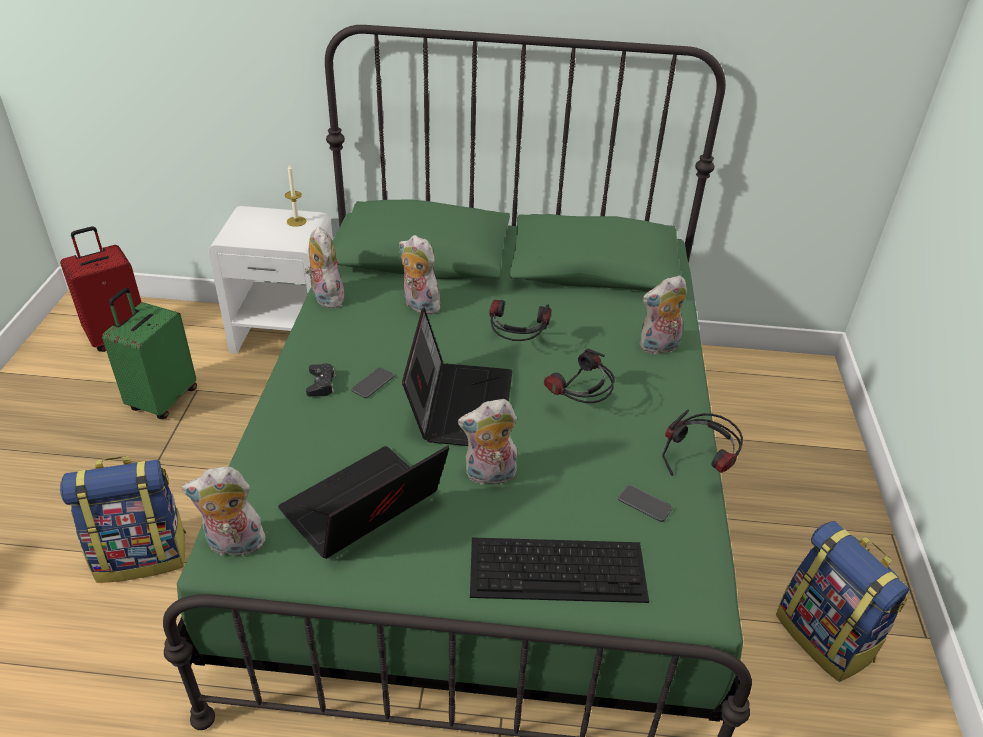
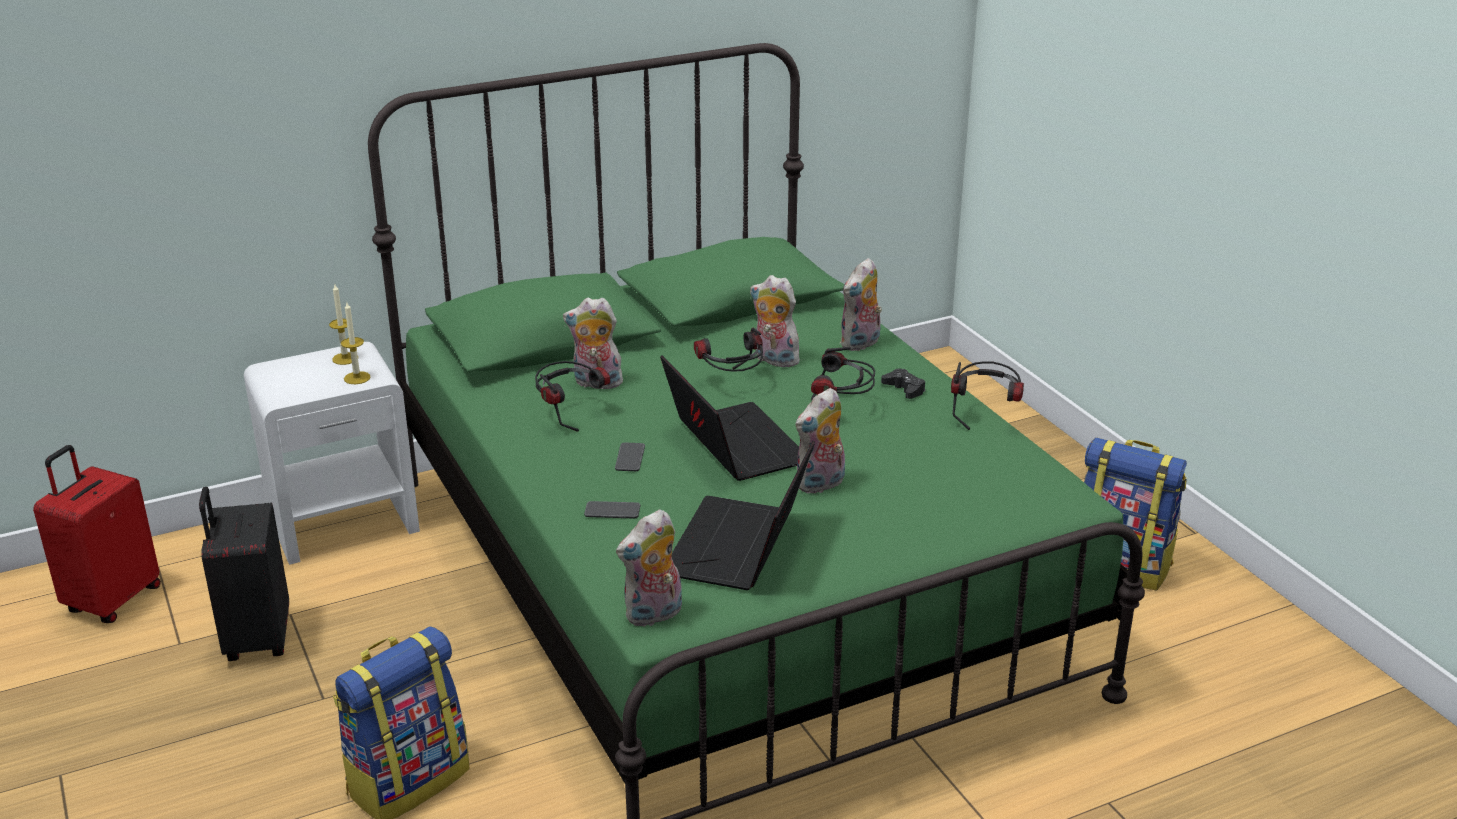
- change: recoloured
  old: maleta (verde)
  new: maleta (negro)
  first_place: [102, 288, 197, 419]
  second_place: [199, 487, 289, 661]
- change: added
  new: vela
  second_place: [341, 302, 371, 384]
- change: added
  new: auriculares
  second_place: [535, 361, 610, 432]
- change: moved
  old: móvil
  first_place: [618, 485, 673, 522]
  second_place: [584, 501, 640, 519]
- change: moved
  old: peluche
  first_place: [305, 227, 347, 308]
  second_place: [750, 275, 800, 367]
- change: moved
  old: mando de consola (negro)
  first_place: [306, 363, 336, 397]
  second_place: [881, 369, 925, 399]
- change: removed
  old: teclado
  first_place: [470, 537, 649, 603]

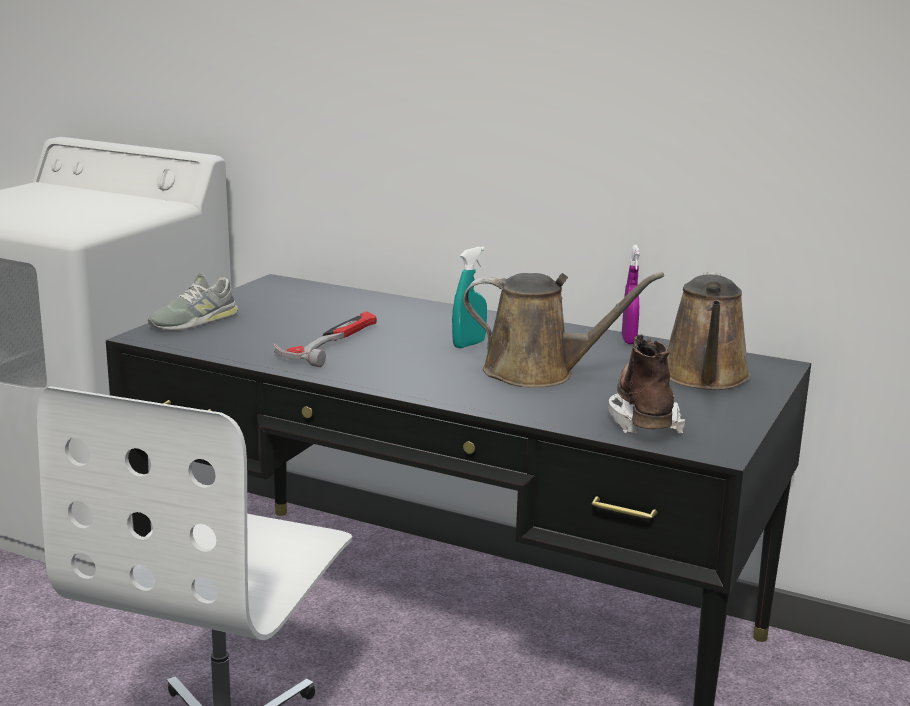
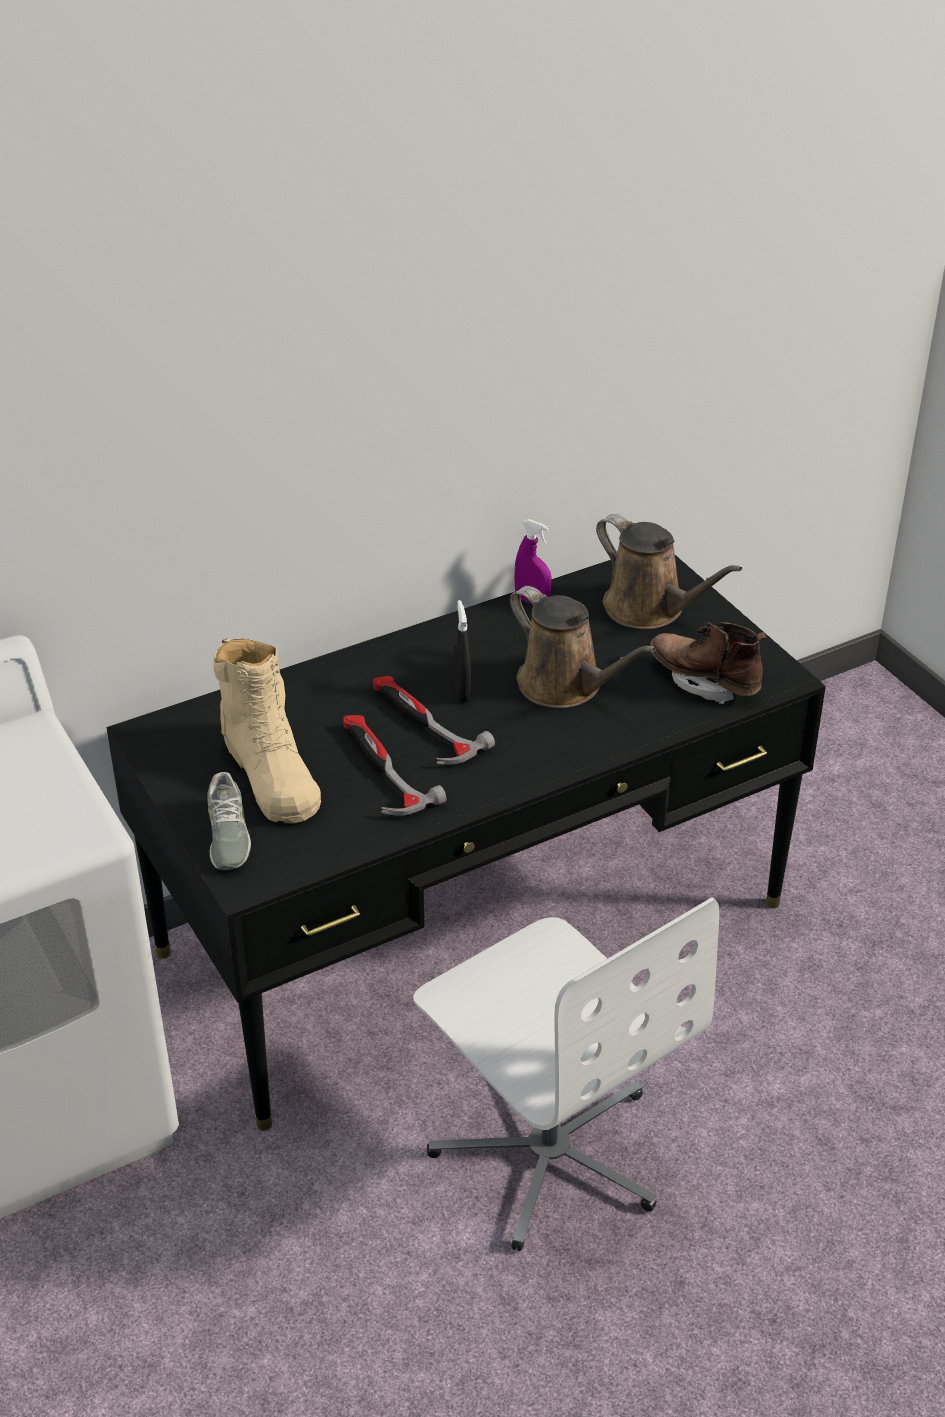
- change: added
  new: bota (beis)
  second_place: [213, 638, 321, 823]
- change: added
  new: martillo
  second_place: [373, 676, 495, 765]
- change: recoloured
  old: pulverizador (turquesa)
  new: pulverizador (negro)
  first_place: [452, 247, 487, 348]
  second_place: [454, 600, 471, 702]
- change: turned
  old: regadera (marrón)
  first_place: [463, 272, 664, 388]
  second_place: [510, 586, 656, 708]
  degrees: 90

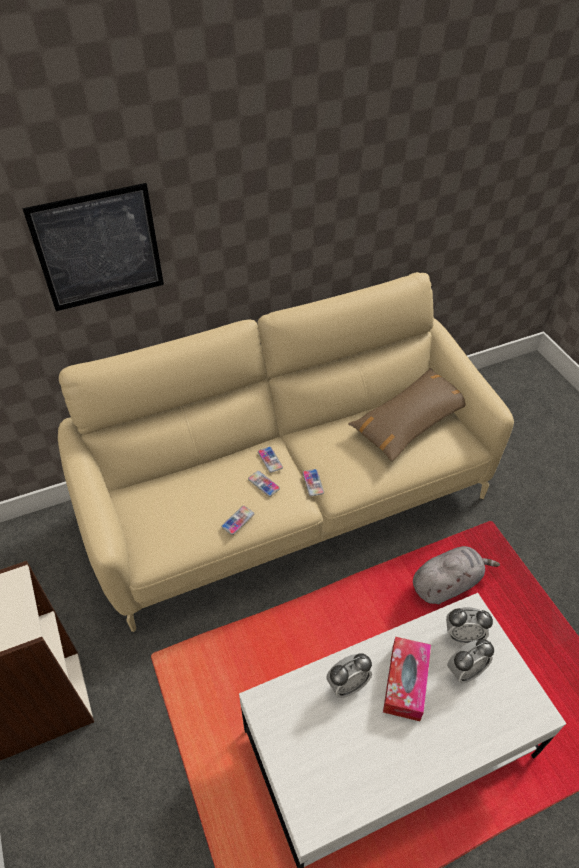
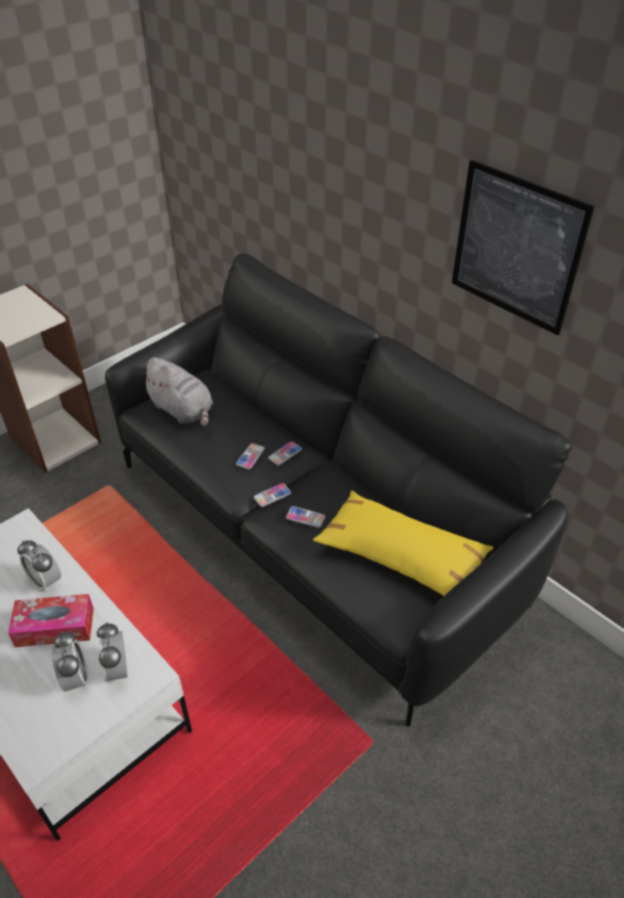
- change: turned
  old: despertador
  first_place: [447, 639, 494, 684]
  second_place: [52, 631, 89, 692]
  degrees: -150
- change: recoloured
  old: sofá (beis)
  new: sofá (negro)
  first_place: [58, 272, 514, 632]
  second_place: [105, 253, 572, 726]
- change: moved
  old: peluche (gris)
  first_place: [413, 546, 500, 604]
  second_place: [140, 357, 213, 426]
- change: moved
  old: móvil
  first_place: [221, 506, 254, 535]
  second_place: [286, 506, 326, 528]
- change: recoloured
  old: cojín (marrón)
  new: cojín (amarillo)
  first_place: [348, 368, 466, 462]
  second_place: [313, 491, 494, 596]
- change: moved
  old: cuadro
  first_place: [22, 183, 164, 311]
  second_place: [452, 160, 595, 336]

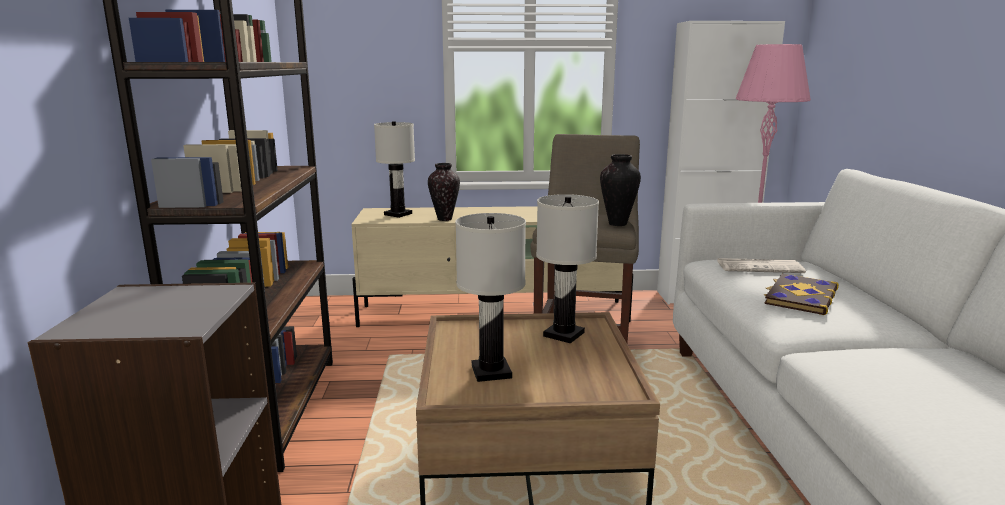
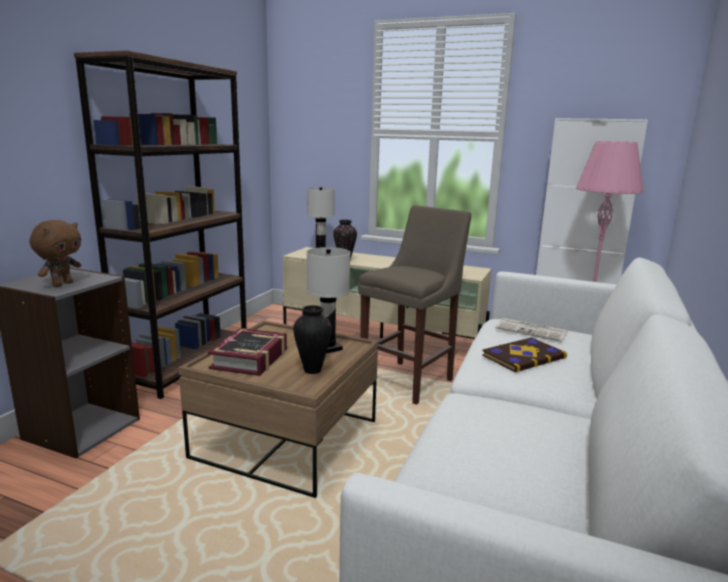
- change: added
  new: peluche (marrón)
  second_place: [30, 220, 81, 287]
- change: replaced
  old: lámpara de mesa (blanco)
  new: libro
  first_place: [455, 213, 526, 382]
  second_place: [208, 328, 287, 376]
- change: moved
  old: florero
  first_place: [600, 154, 641, 226]
  second_place: [293, 305, 332, 374]

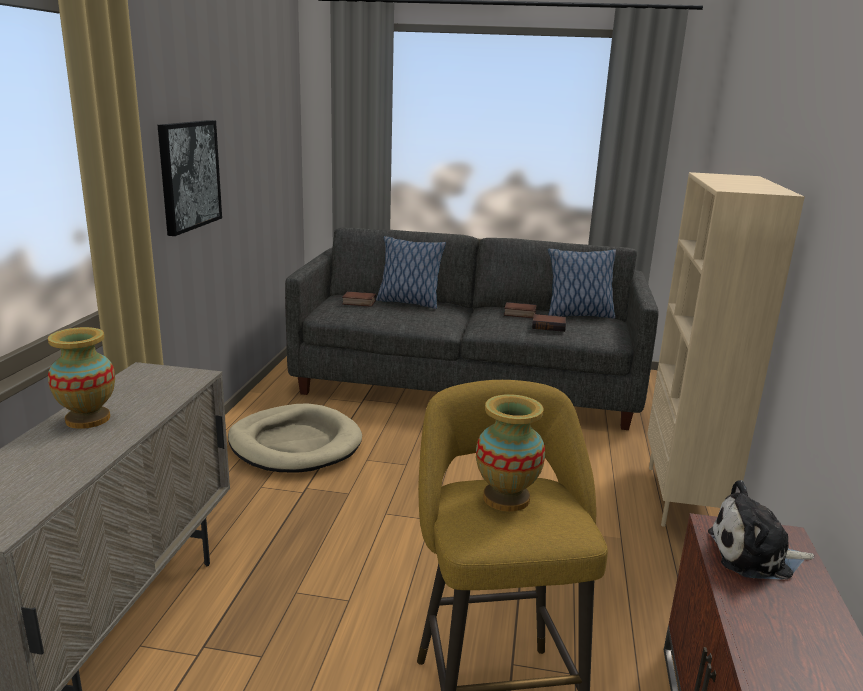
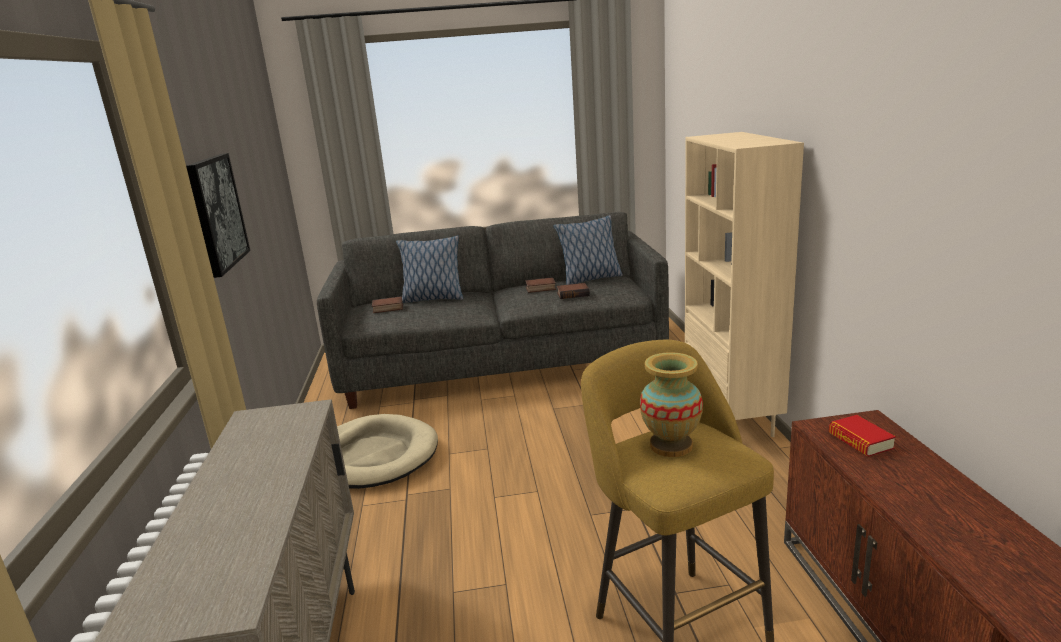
- change: replaced
  old: peluche
  new: libro
  first_place: [708, 480, 814, 579]
  second_place: [829, 415, 896, 457]
- change: removed
  old: florero
  first_place: [48, 327, 115, 429]

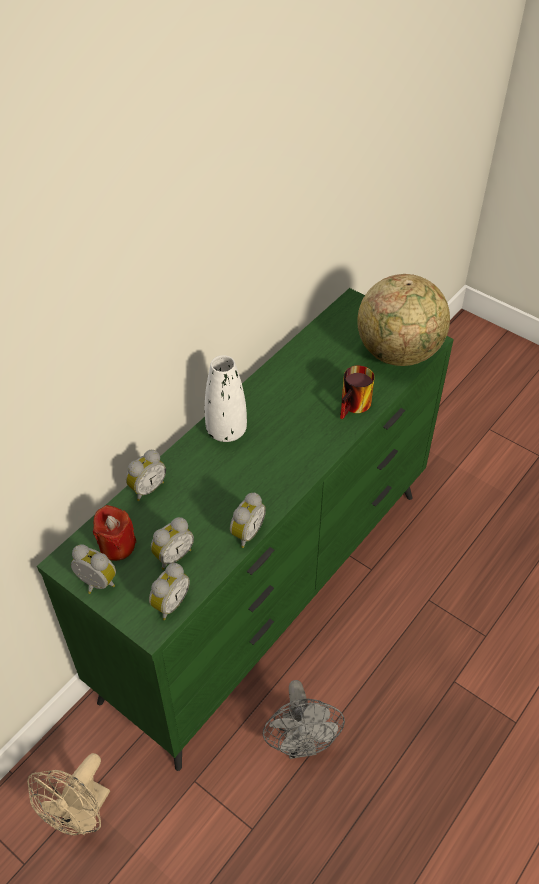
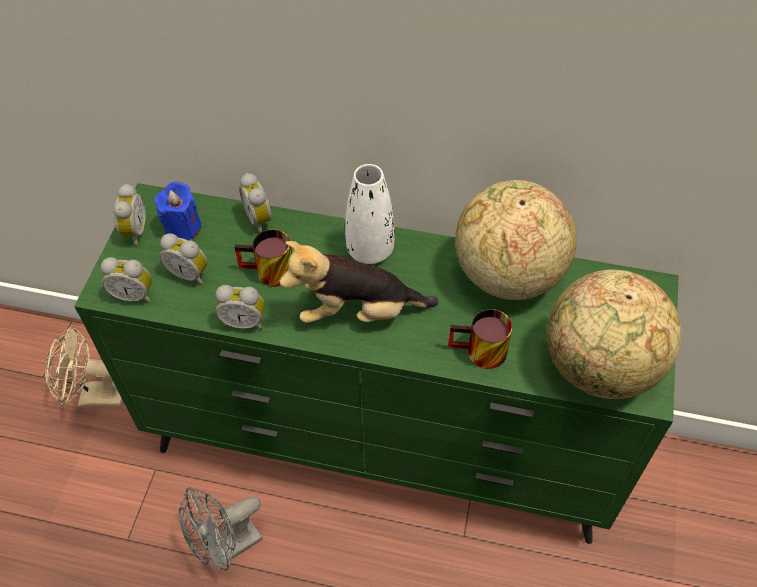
- change: recoloured
  old: vela (rojo)
  new: vela (azul)
  first_place: [93, 505, 136, 561]
  second_place: [154, 182, 201, 240]
- change: added
  new: taza grande
  second_place: [235, 229, 292, 287]
- change: turned
  old: despertador
  first_place: [126, 450, 166, 501]
  second_place: [239, 173, 273, 233]
  degrees: 45
- change: added
  new: peluche
  second_place: [279, 241, 439, 323]
- change: added
  new: globo terráqueo
  second_place: [455, 180, 577, 300]

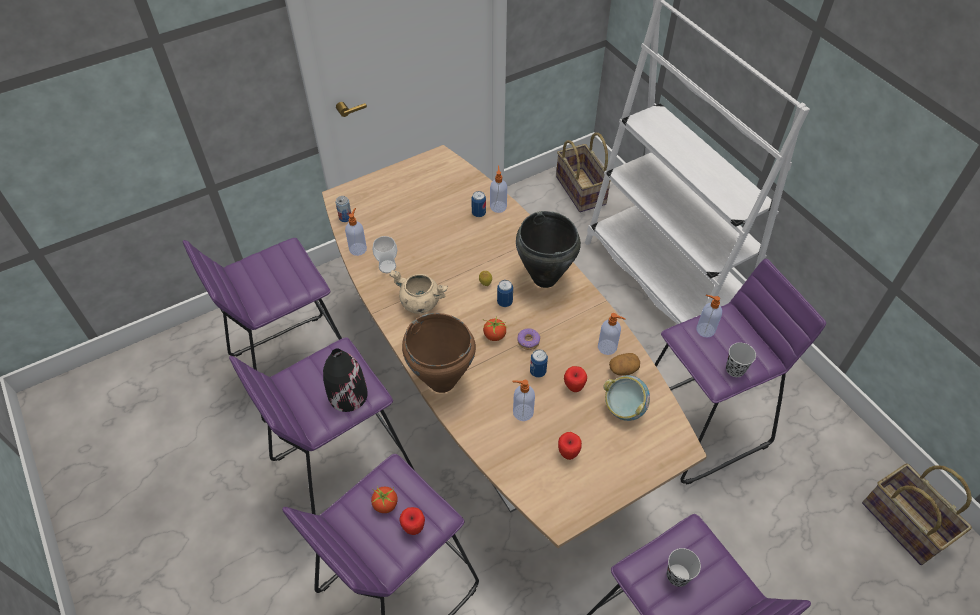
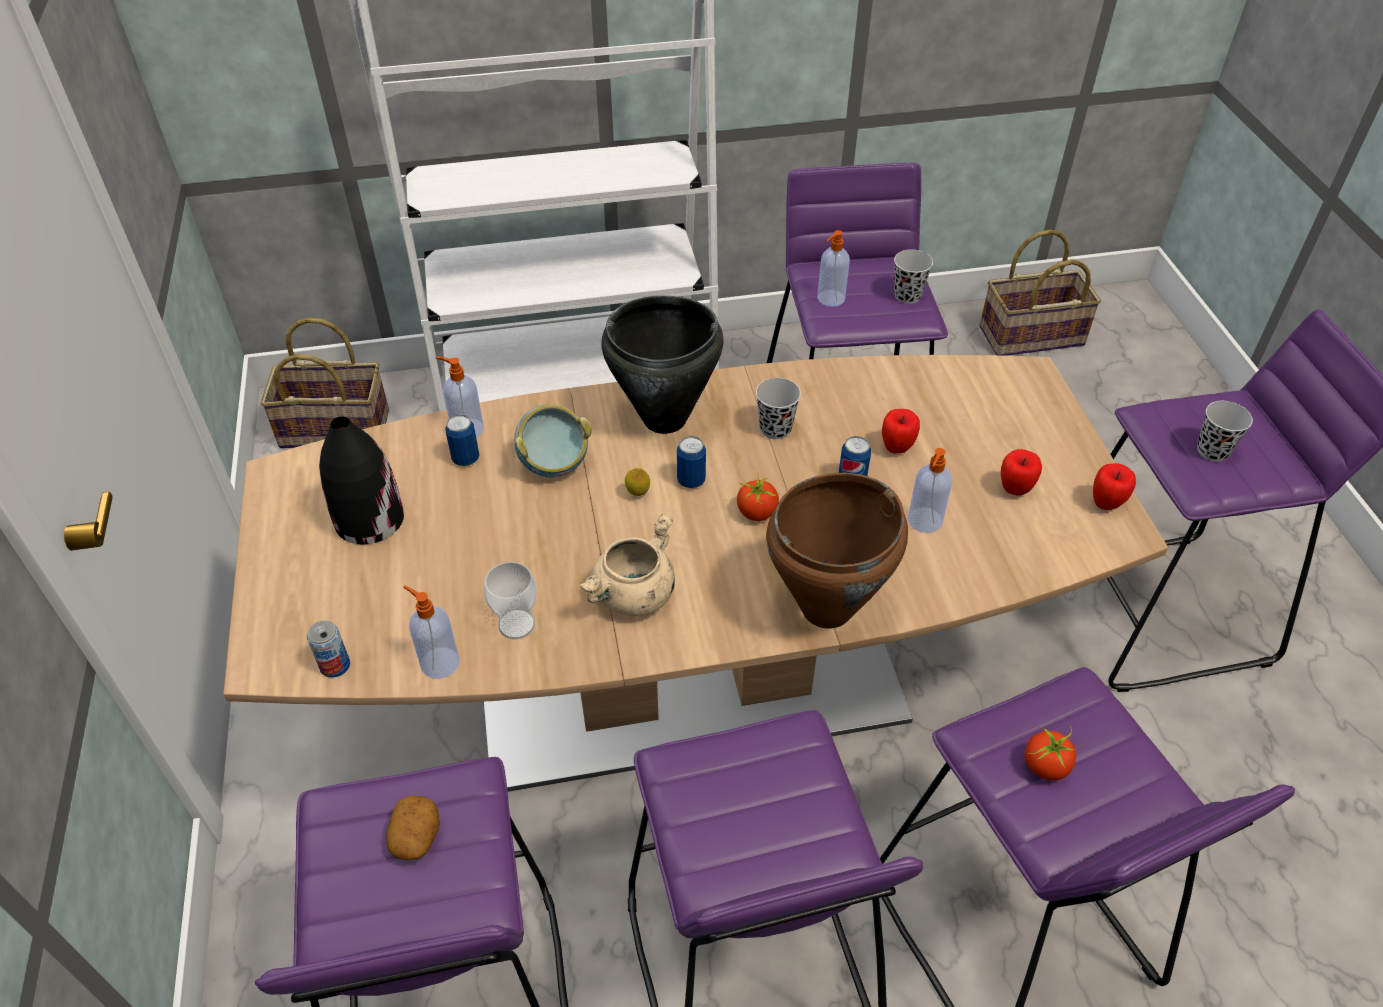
- change: moved
  old: florero (negro)
  first_place: [323, 348, 368, 412]
  second_place: [319, 417, 404, 544]
- change: moved
  old: patata
  first_place: [609, 353, 640, 376]
  second_place: [386, 796, 440, 861]
- change: moved
  old: cuenco
  first_place: [603, 375, 650, 421]
  second_place: [514, 404, 592, 477]
- change: added
  new: taza (negro)
  second_place: [756, 378, 801, 439]
- change: moved
  old: manzana
  first_place: [399, 507, 425, 535]
  second_place: [1093, 463, 1136, 510]
- change: removed
  old: rosquilla
  first_place: [517, 328, 540, 350]
- change: removed
  old: dispensador de jabón
  first_place: [598, 313, 626, 355]

